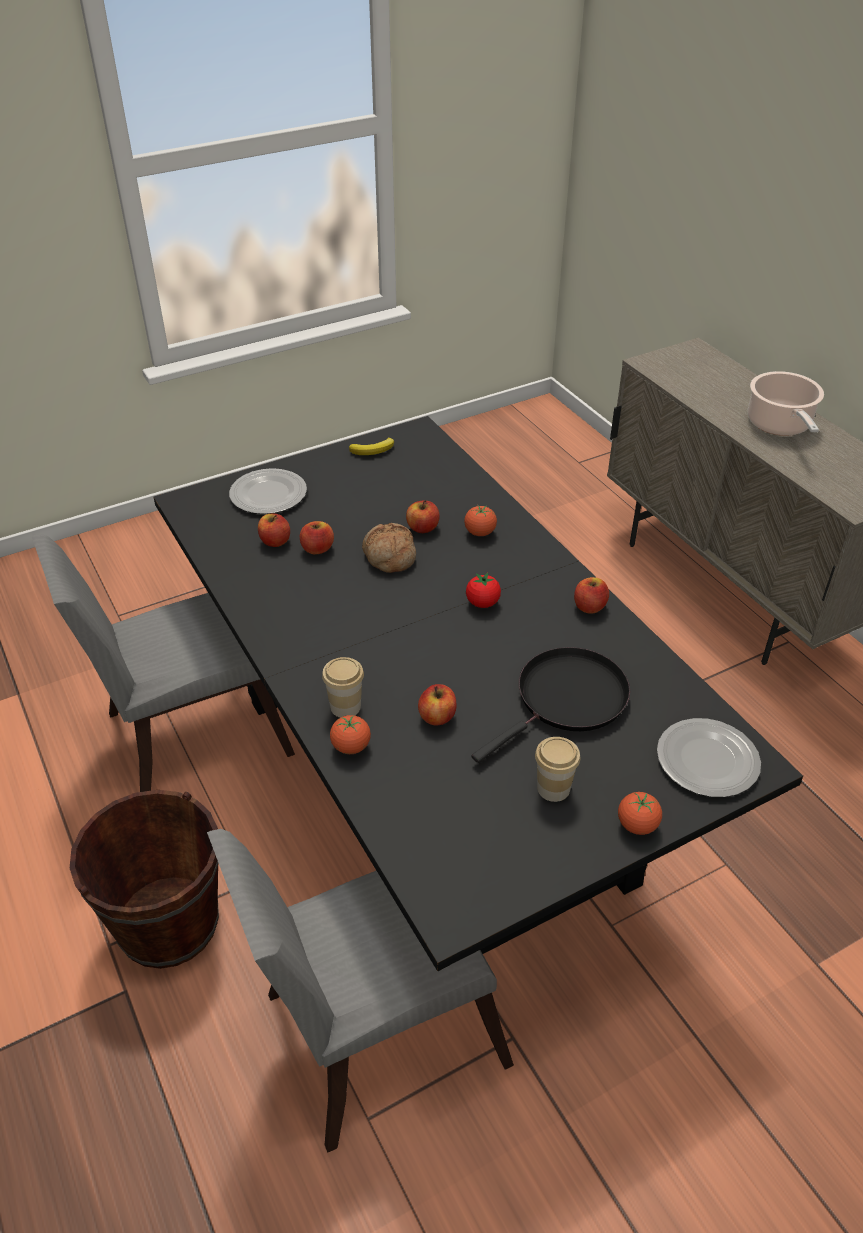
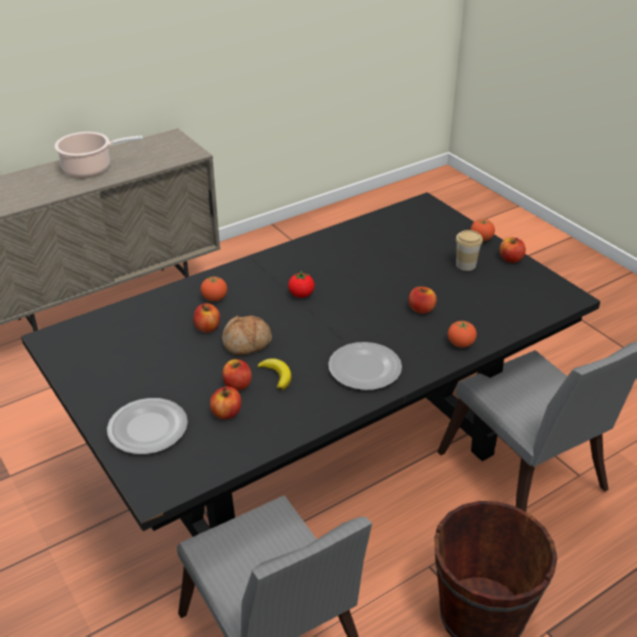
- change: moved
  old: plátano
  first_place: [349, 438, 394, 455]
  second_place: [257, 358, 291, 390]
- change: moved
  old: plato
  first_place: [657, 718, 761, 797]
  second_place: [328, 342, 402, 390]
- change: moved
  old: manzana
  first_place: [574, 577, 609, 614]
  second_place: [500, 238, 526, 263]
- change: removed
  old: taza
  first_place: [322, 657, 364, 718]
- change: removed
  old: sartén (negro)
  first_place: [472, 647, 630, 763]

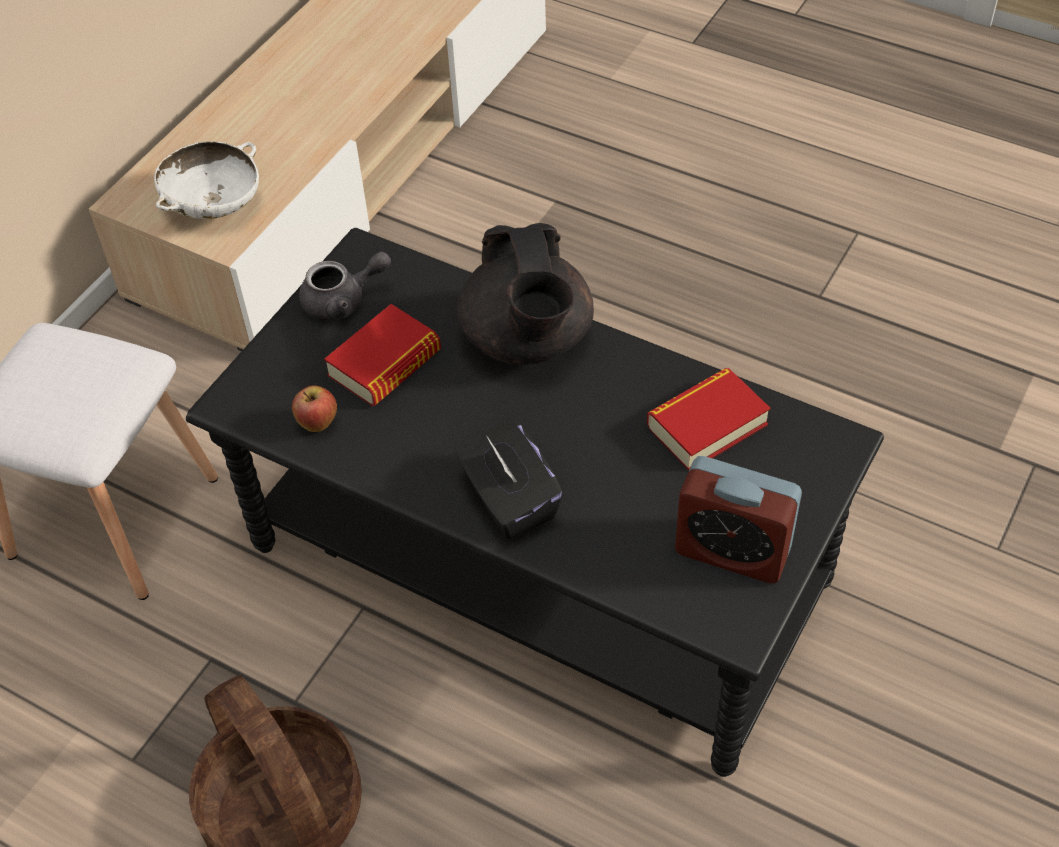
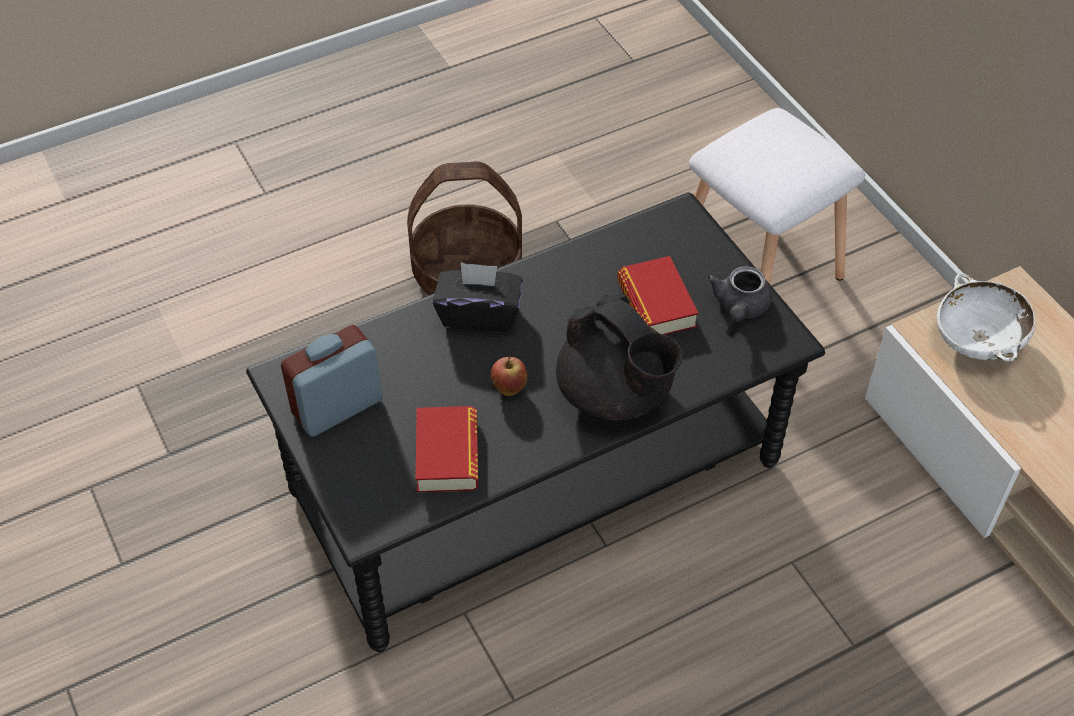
- change: moved
  old: manzana
  first_place: [292, 385, 337, 432]
  second_place: [491, 356, 527, 396]
- change: turned
  old: tetera (negro)
  first_place: [457, 223, 594, 365]
  second_place: [556, 293, 683, 420]
  degrees: -150

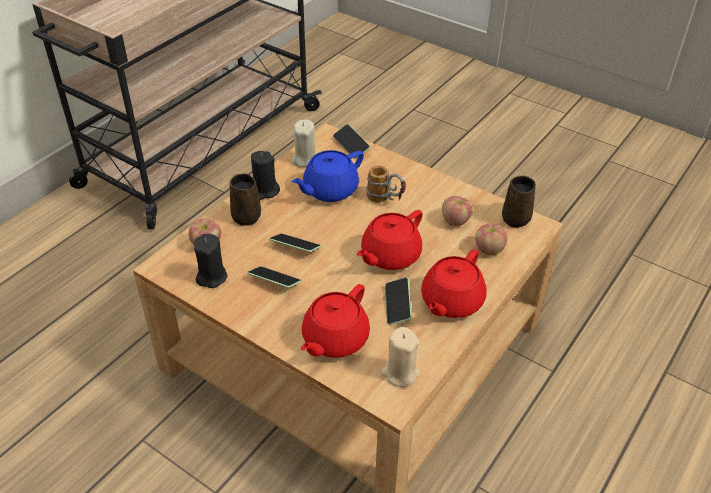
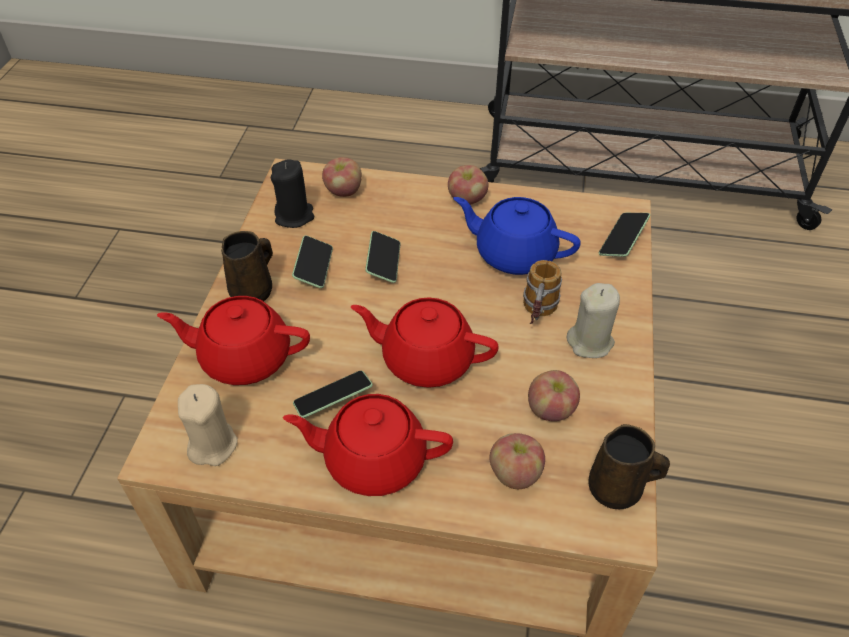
- change: moved
  old: taza grande (marrón)
  first_place: [230, 173, 261, 226]
  second_place: [221, 231, 273, 301]
- change: replaced
  old: vela (negro)
  new: manzana
  first_place: [251, 151, 280, 200]
  second_place: [448, 165, 488, 205]
- change: moved
  old: vela (beis)
  first_place: [292, 120, 316, 167]
  second_place: [567, 283, 620, 358]

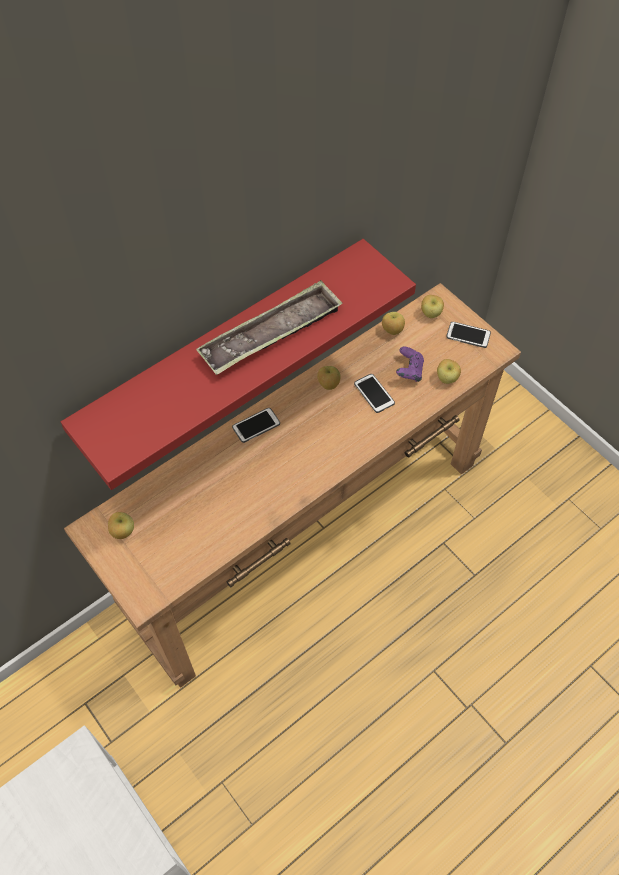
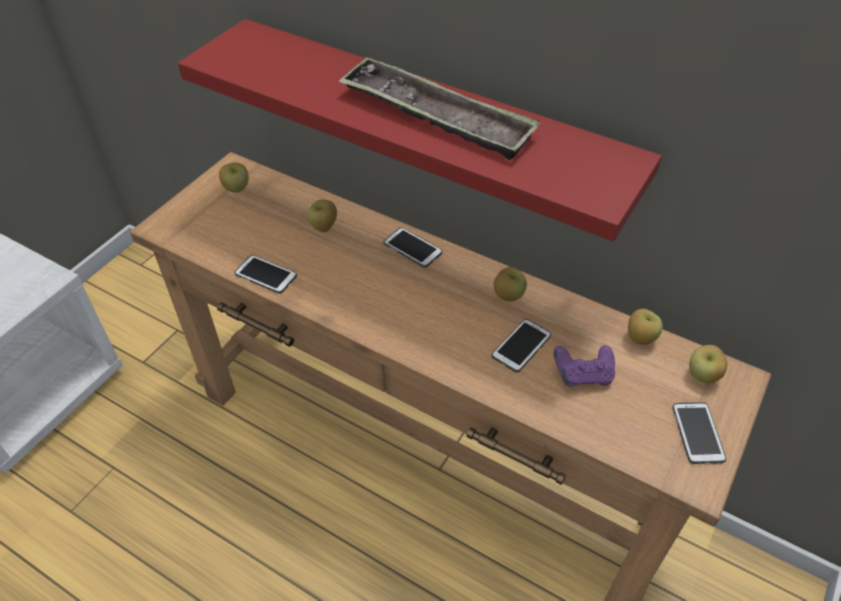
- change: added
  new: móvil
  second_place: [234, 255, 297, 294]
- change: moved
  old: manzana
  first_place: [437, 359, 461, 384]
  second_place: [307, 199, 337, 232]

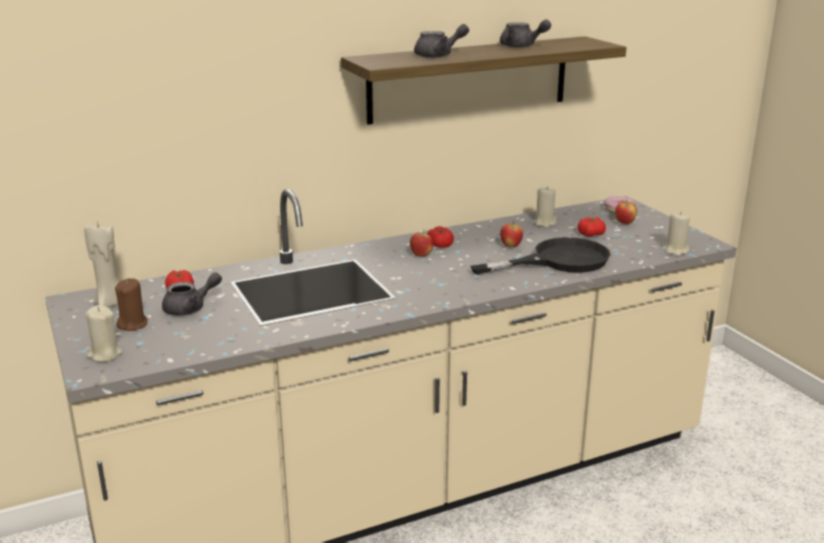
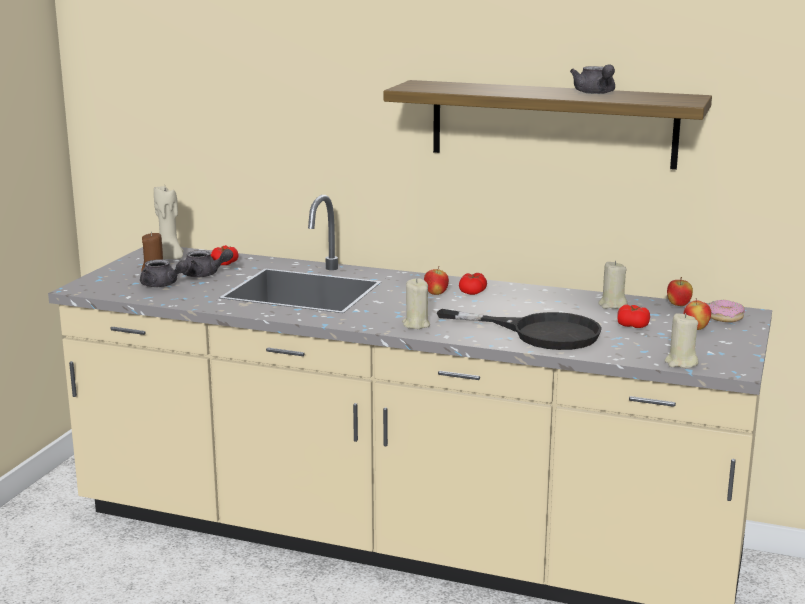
- change: moved
  old: tetera (gris)
  first_place: [414, 24, 469, 58]
  second_place: [140, 259, 189, 287]
- change: moved
  old: vela (beis)
  first_place: [86, 305, 123, 362]
  second_place: [402, 278, 430, 329]
- change: moved
  old: manzana
  first_place: [500, 222, 523, 247]
  second_place: [667, 277, 693, 306]

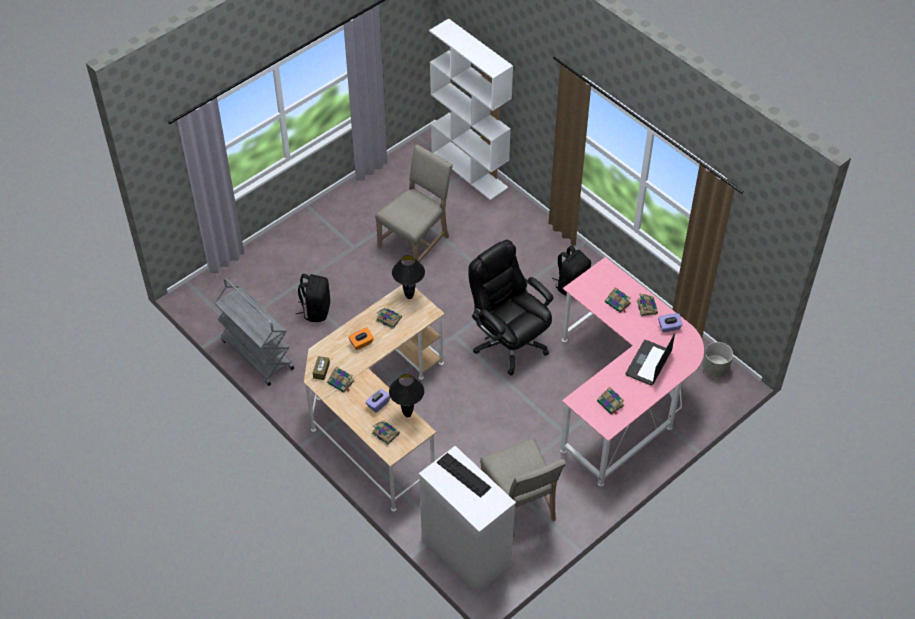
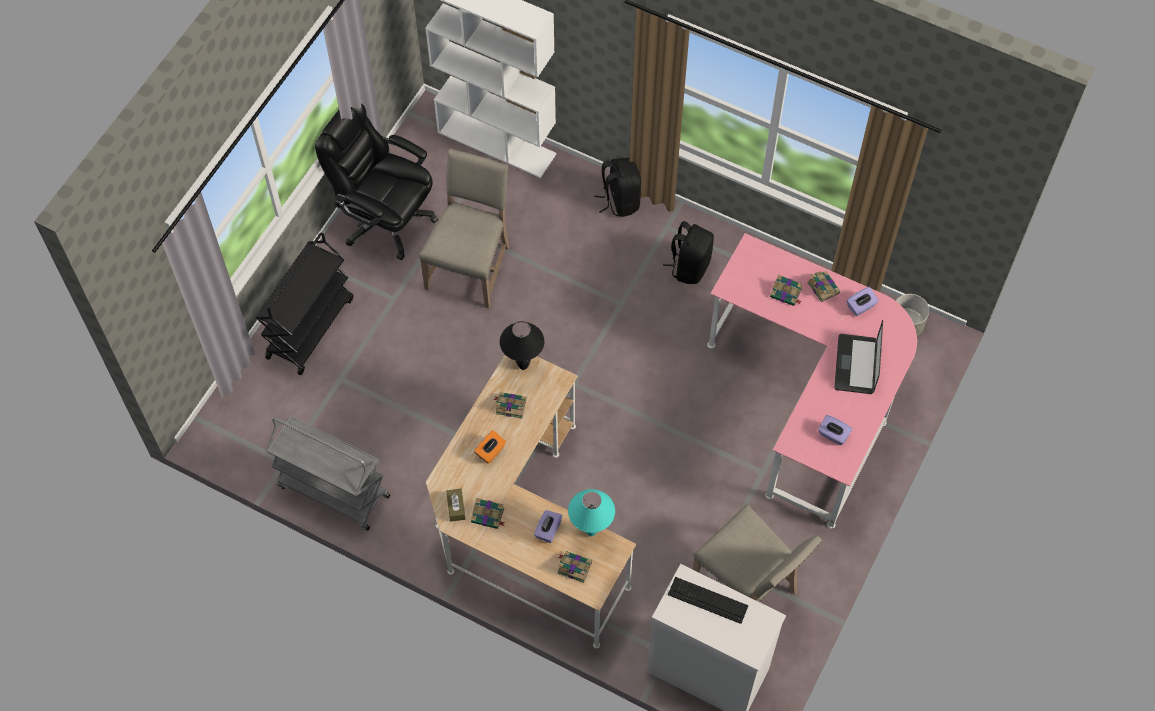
- change: added
  new: carrito (negro)
  second_place: [255, 233, 354, 375]
- change: moved
  old: silla de oficina (negro)
  first_place: [468, 240, 553, 375]
  second_place: [315, 104, 438, 260]
- change: recoloured
  old: lámpara de mesa (negro)
  new: lámpara de mesa (turquesa)
  first_place: [389, 374, 424, 417]
  second_place: [568, 489, 615, 536]
- change: moved
  old: mochila (negro)
  first_place: [296, 274, 330, 322]
  second_place: [594, 158, 641, 217]
- change: replaced
  old: libro
  new: caja de pañuelos (morado)
  first_place: [597, 387, 624, 415]
  second_place: [818, 415, 852, 445]

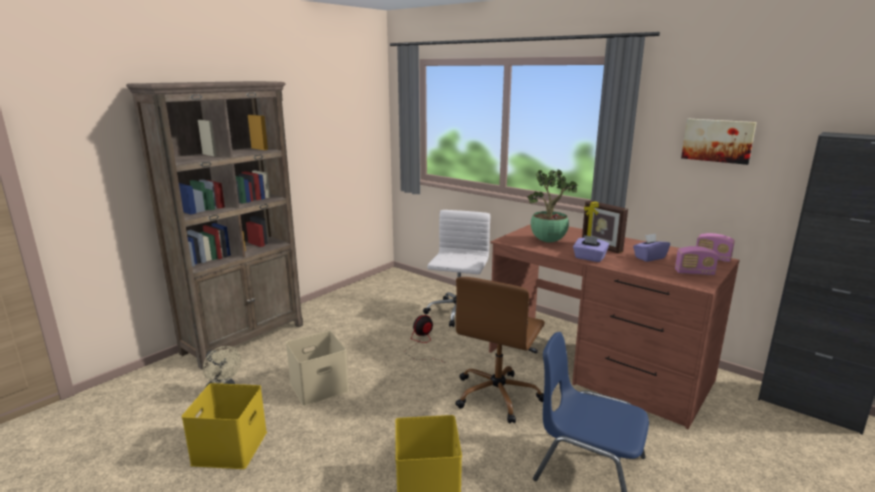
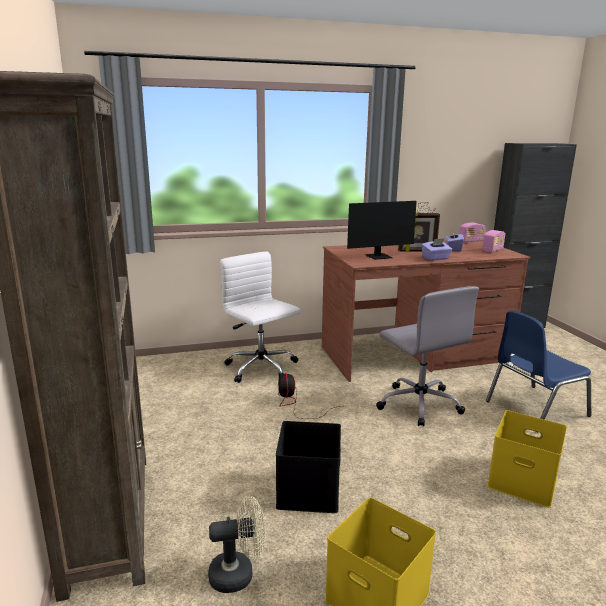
- change: recoloured
  old: caja de almacenaje (beis)
  new: caja de almacenaje (negro)
  first_place: [286, 331, 349, 406]
  second_place: [276, 421, 341, 513]
- change: replaced
  old: planta en maceta
  new: monitor
  first_place: [528, 169, 578, 242]
  second_place: [347, 201, 436, 260]
- change: recoloured
  old: silla de oficina (marrón)
  new: silla de oficina (gris)
  first_place: [455, 277, 545, 424]
  second_place: [376, 286, 479, 426]
- change: removed
  old: cuadro
  first_place: [681, 119, 757, 165]

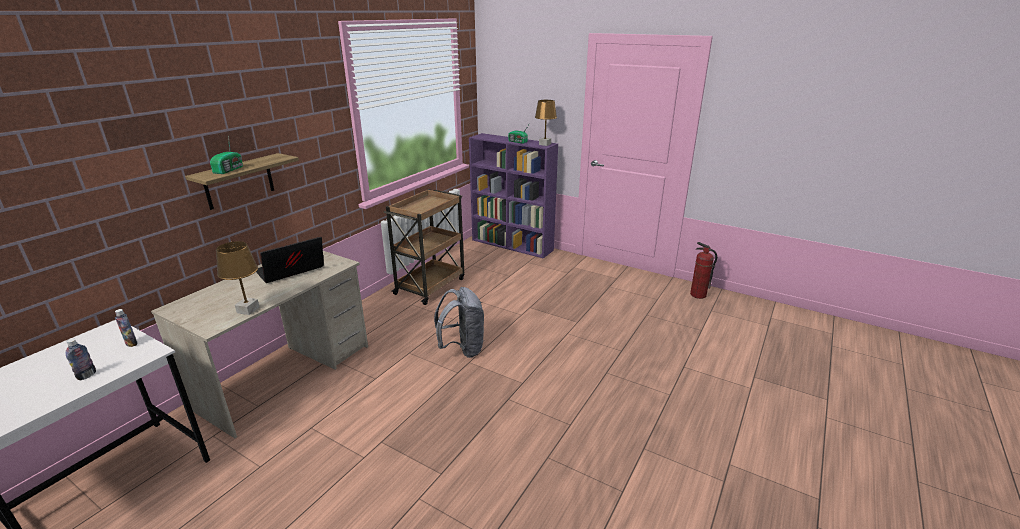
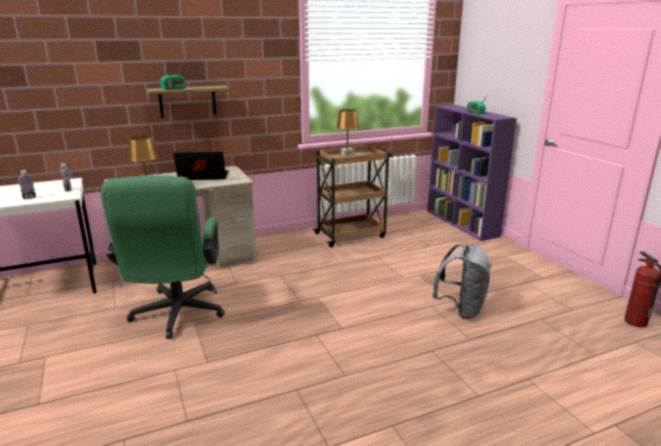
- change: added
  new: silla de oficina (verde)
  second_place: [101, 176, 225, 339]
- change: moved
  old: lámpara de mesa (marrón)
  first_place: [535, 100, 557, 146]
  second_place: [336, 109, 359, 156]
- change: moved
  old: mochila (gris)
  first_place: [434, 287, 484, 358]
  second_place: [432, 244, 491, 319]

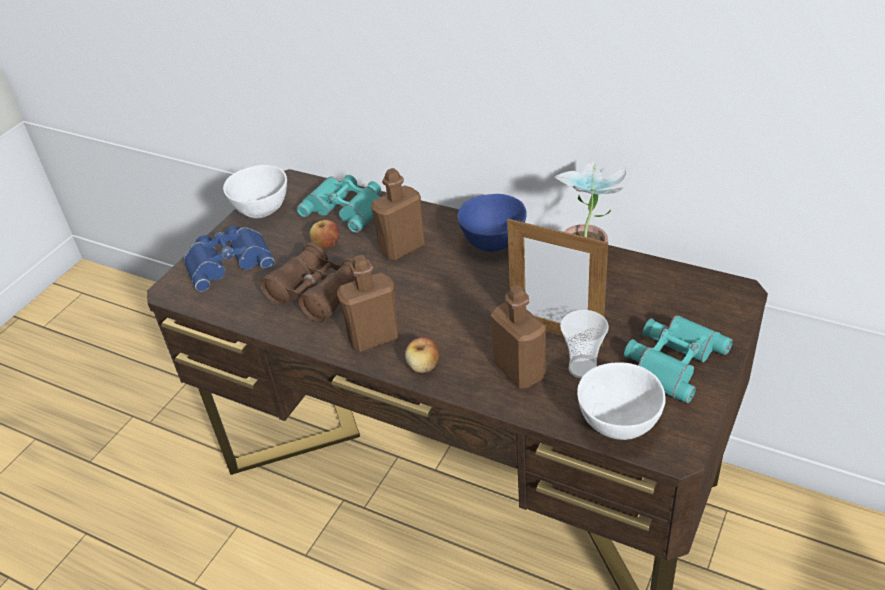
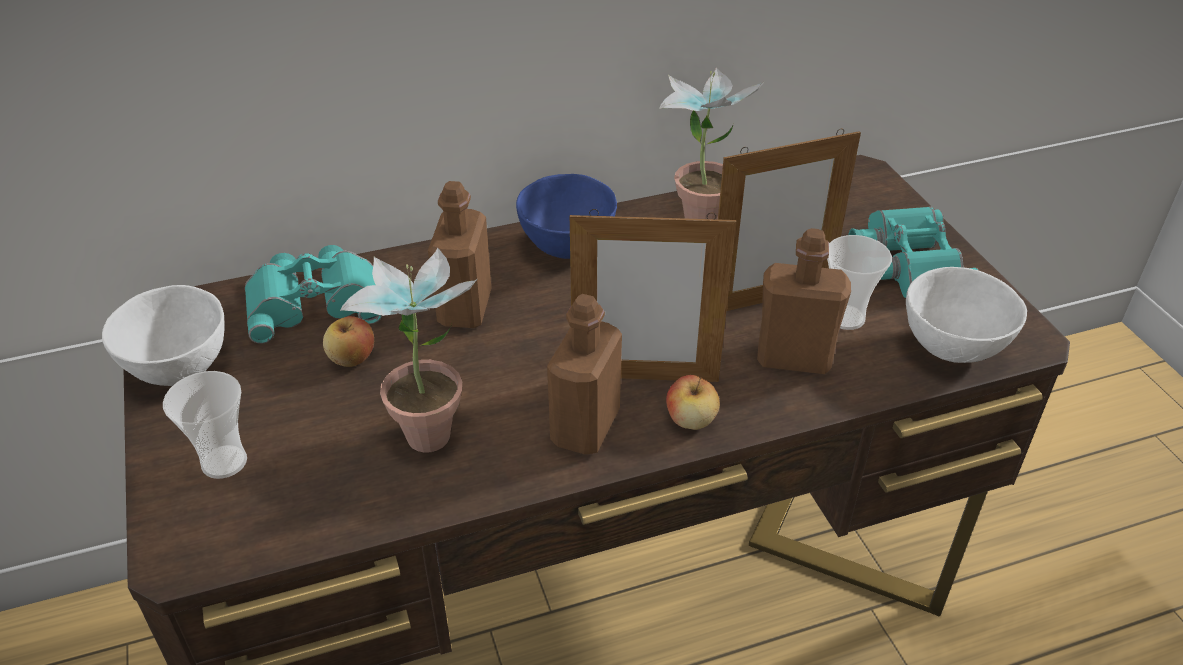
- change: replaced
  old: prismáticos (azul)
  new: taza
  first_place: [184, 226, 275, 292]
  second_place: [163, 371, 247, 479]
- change: replaced
  old: prismáticos (marrón)
  new: planta en maceta
  first_place: [260, 242, 355, 323]
  second_place: [340, 248, 477, 453]
- change: added
  new: portarretratos
  second_place: [570, 209, 736, 382]

